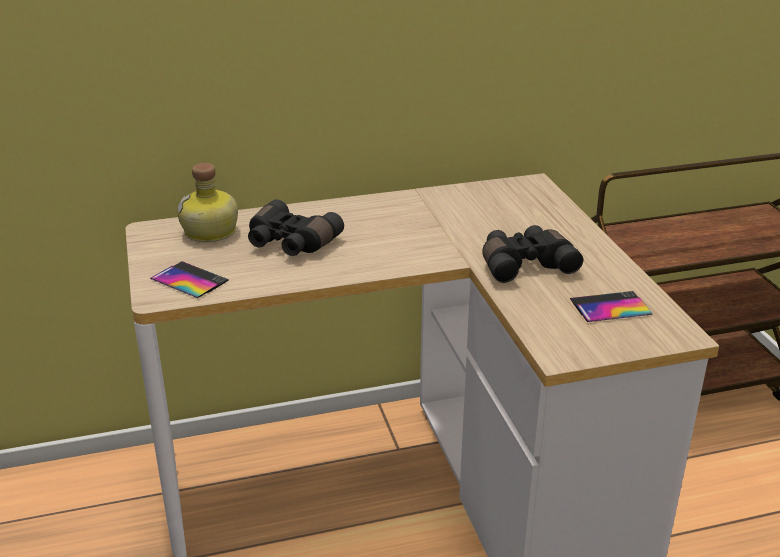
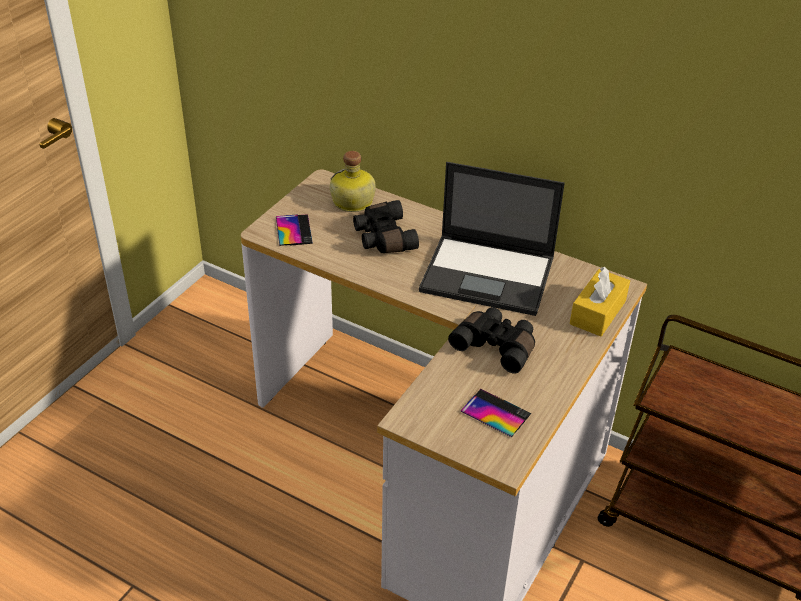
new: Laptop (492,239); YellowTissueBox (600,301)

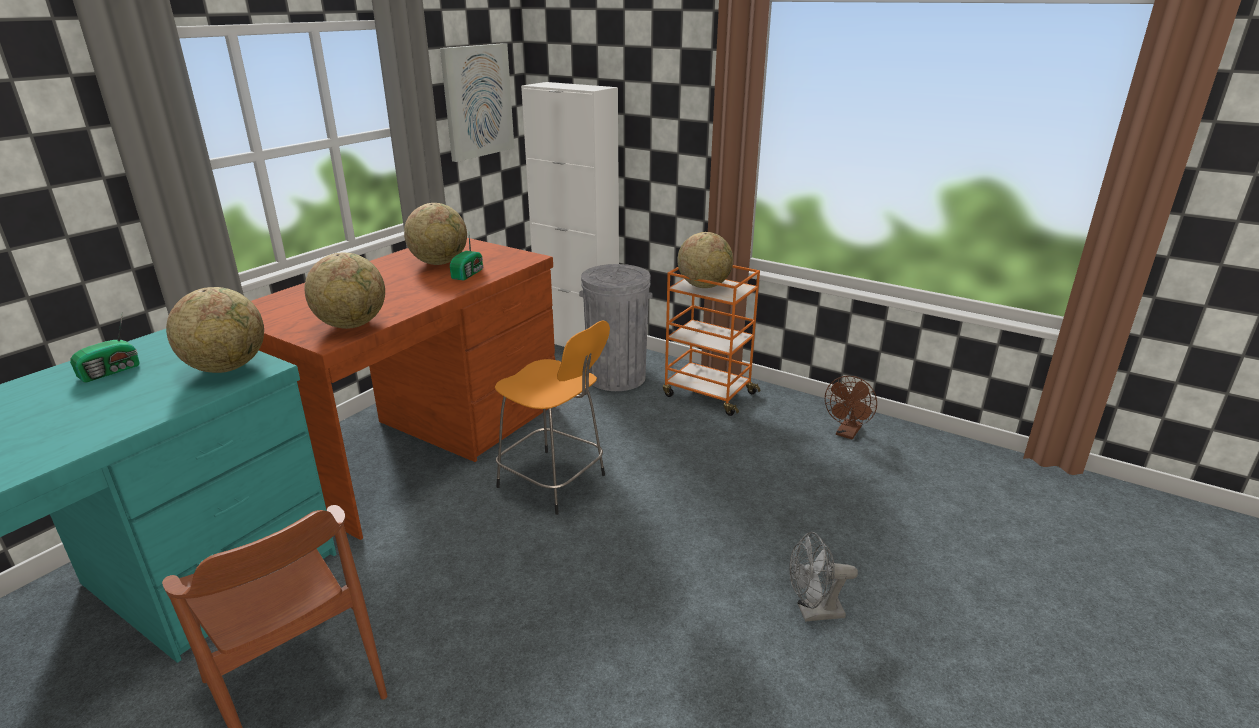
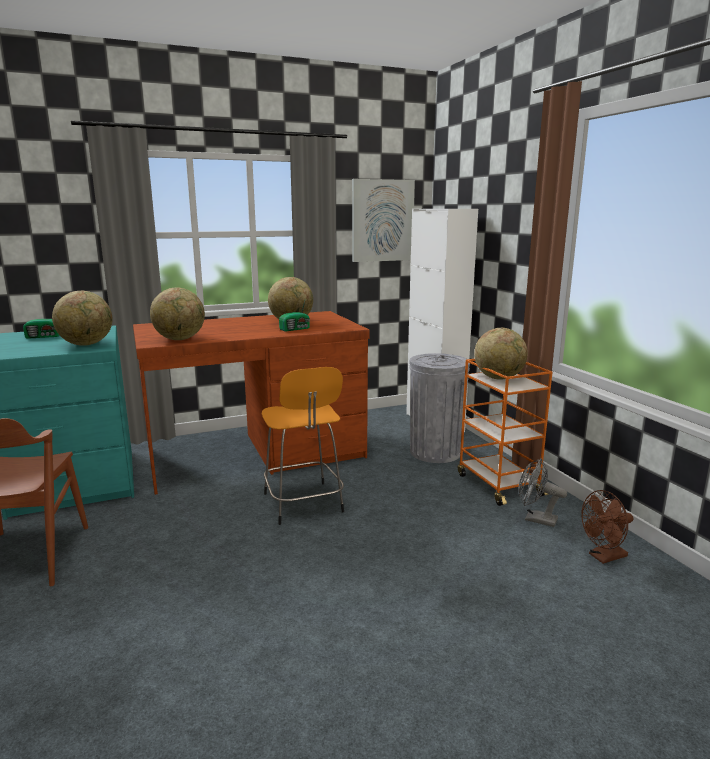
shifted: GreyFan (823,577) to (542,492)

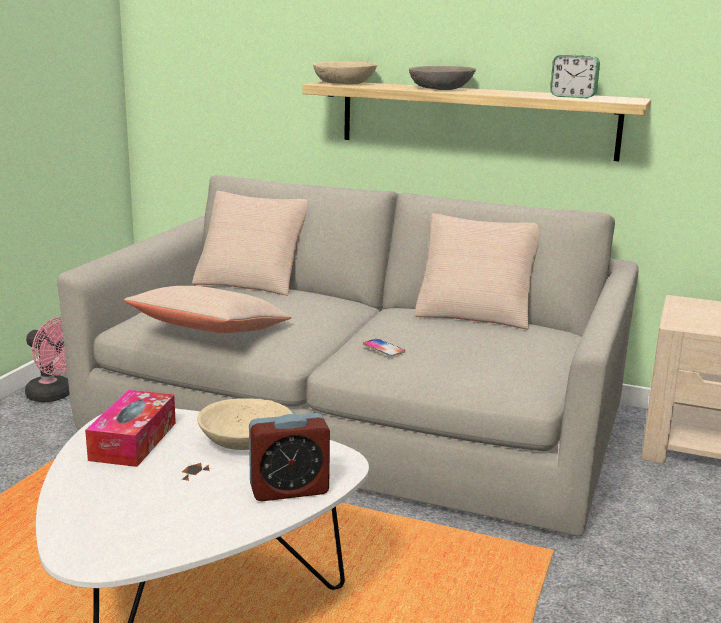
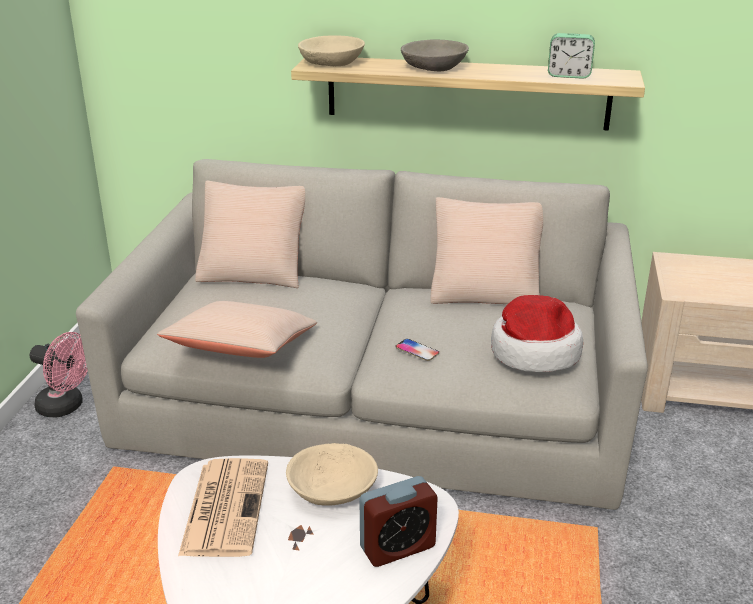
new: Hat (537,333)
swapped: TissueBox (130,428) to Newspaper (223,507)

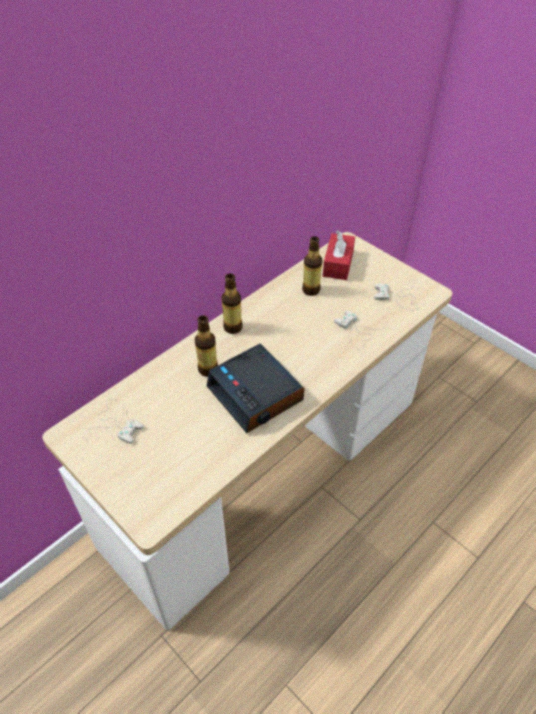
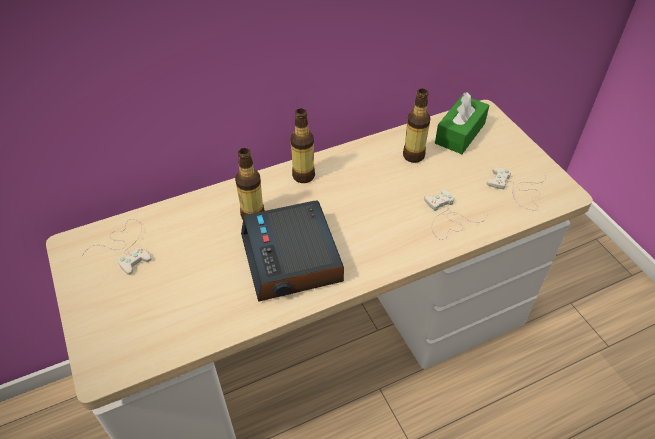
repainted: RedTissueBox (339,255) to GreenTissueBox (462,123)

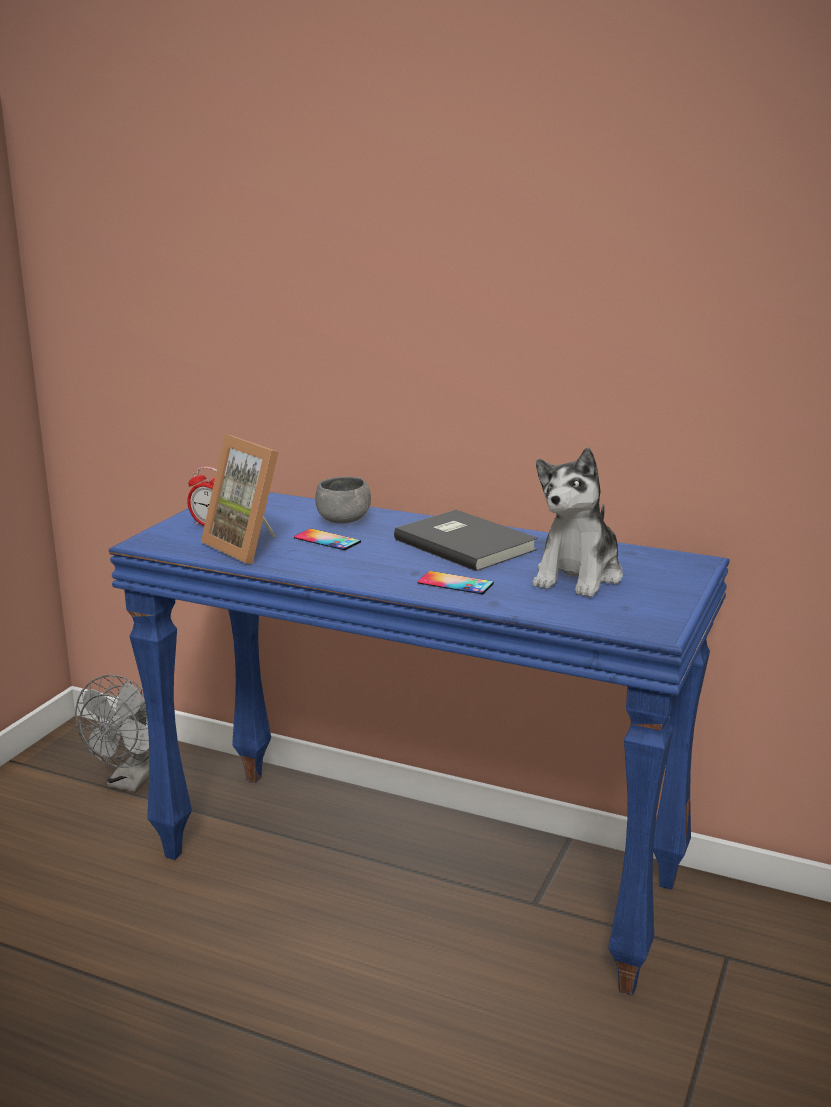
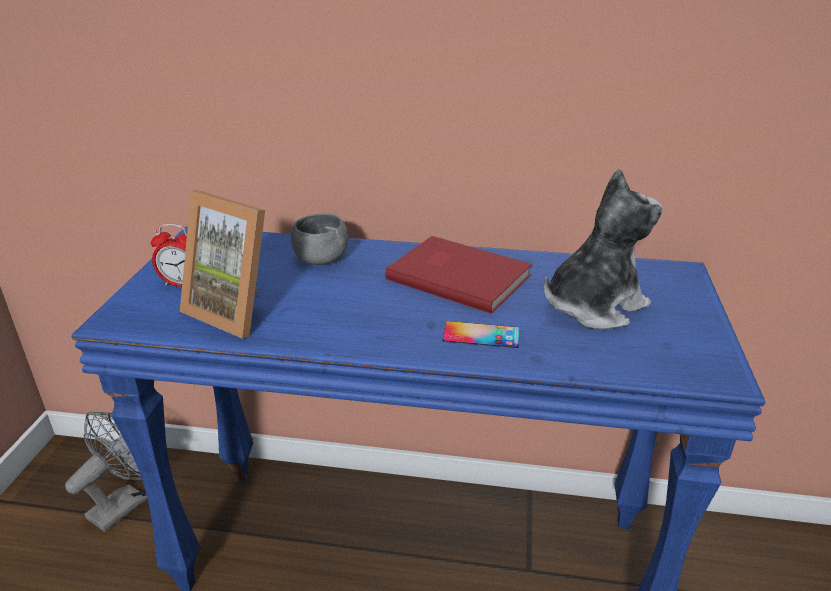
gone: Phone (327,539)
repainted: GreyBook (466,540) to RedBook (458,275)
rotated: GreyFan (112,733) = (106,472) 150 degrees counterclockwise; PlushToy (578,522) = (603,249) 135 degrees counterclockwise

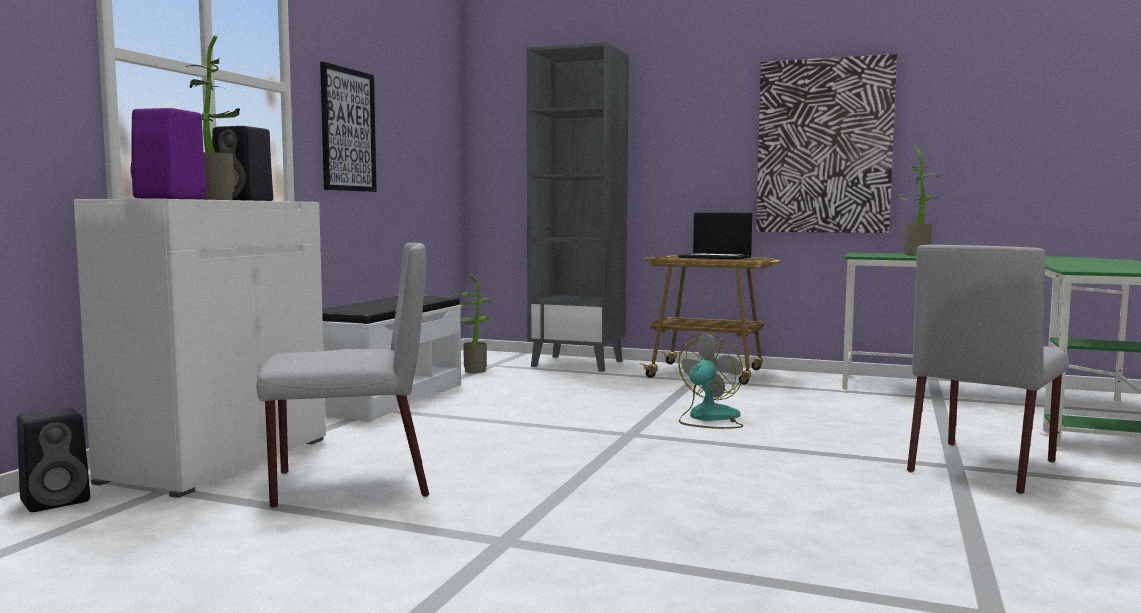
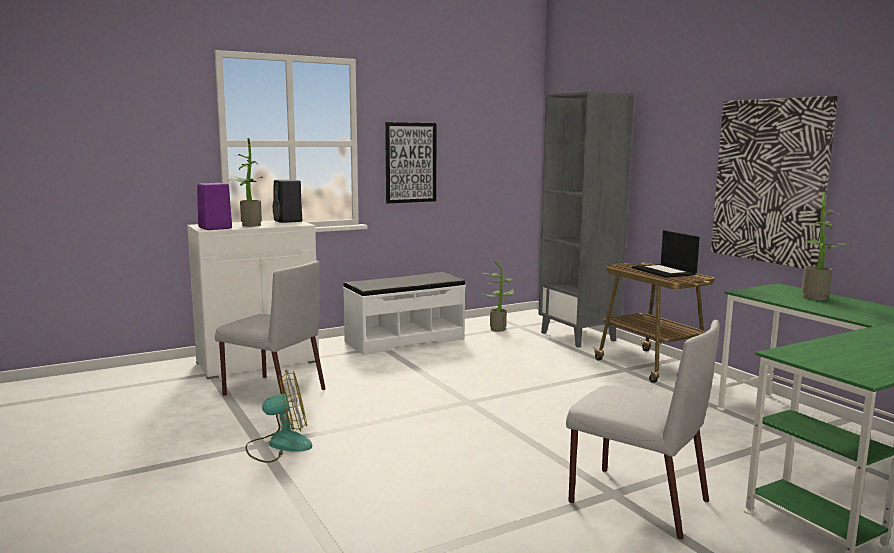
gone: BlackSpeaker (53,459)
shifted: Fan (710,381) to (278,416)
rotated: GreyChair (988,369) = (642,430) 135 degrees counterclockwise

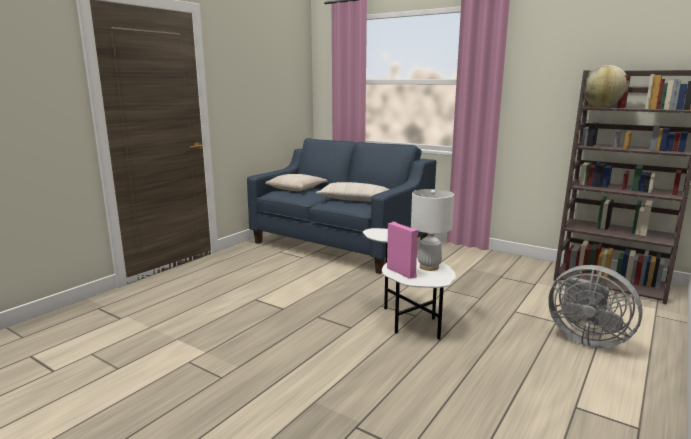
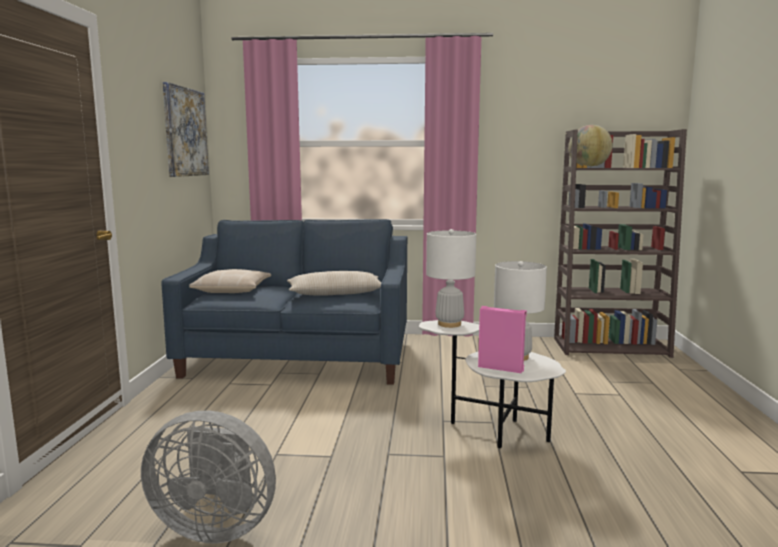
new: Picture (186,129); WhiteTableLamp (451,278)
shifted: GreyFan (595,306) to (208,477)

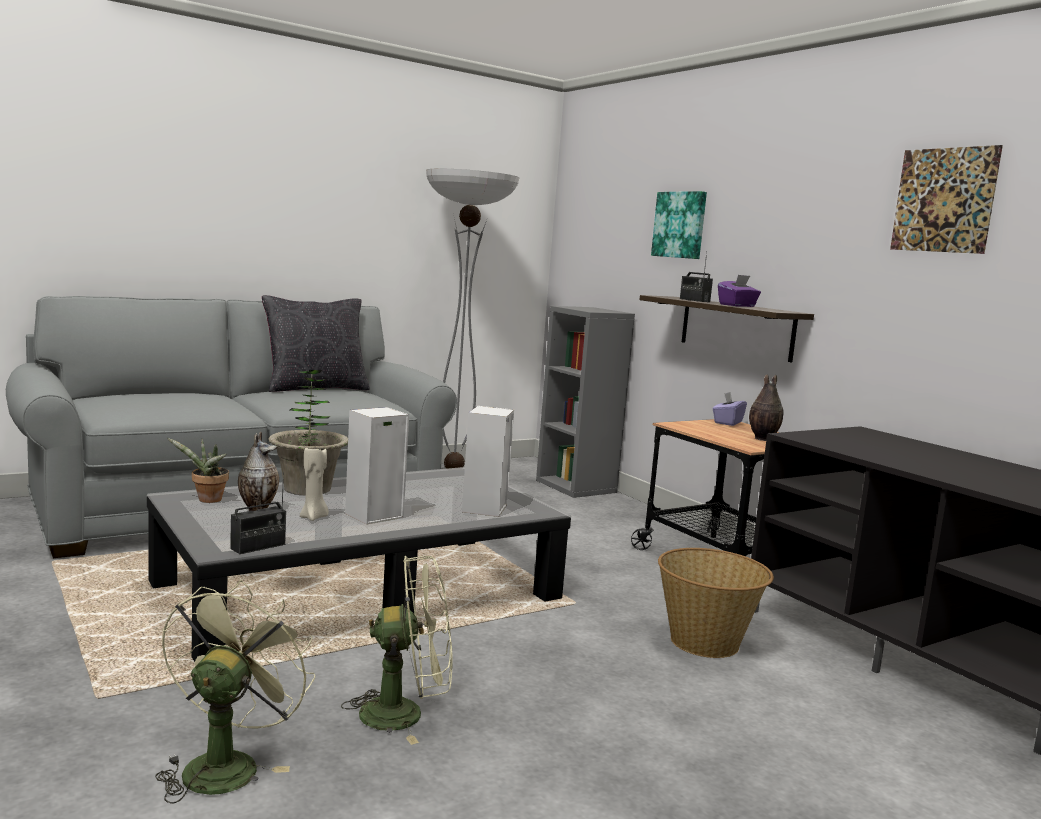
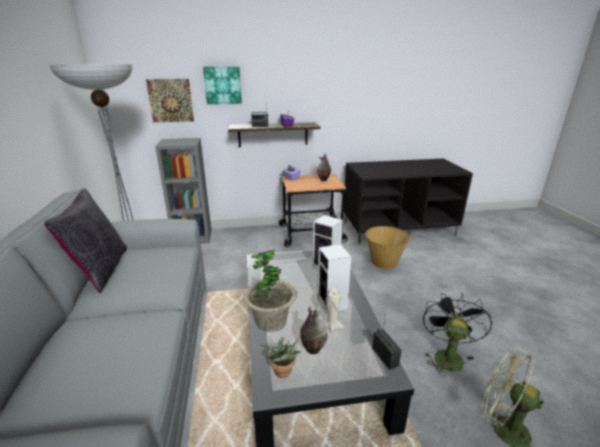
shifted: Picture (946,199) to (170,100)
repainted: GreenFan (396,650) to BlackFan (457,334)

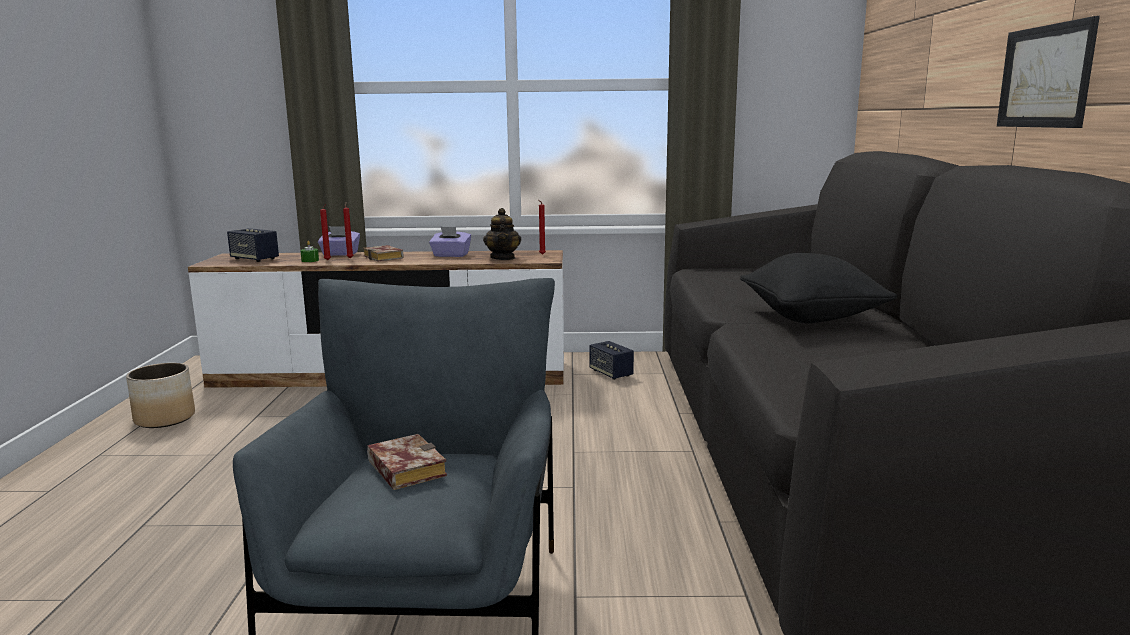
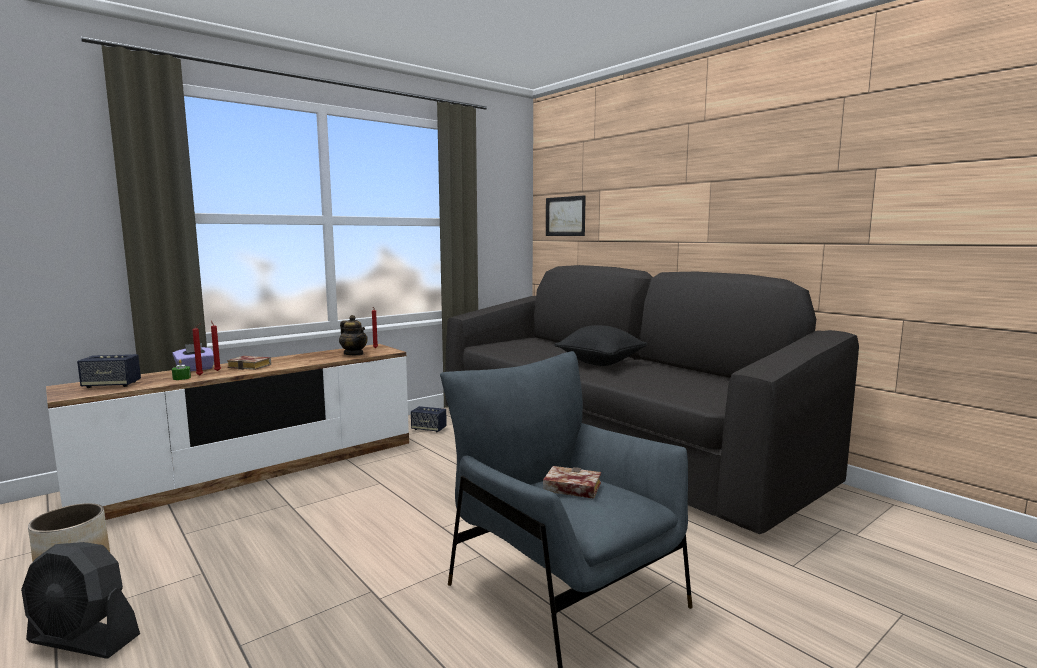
gone: PurpleTissueBox (450,242)
new: BlackFan (80,600)
shifted: Picture (1048,72) to (566,215)

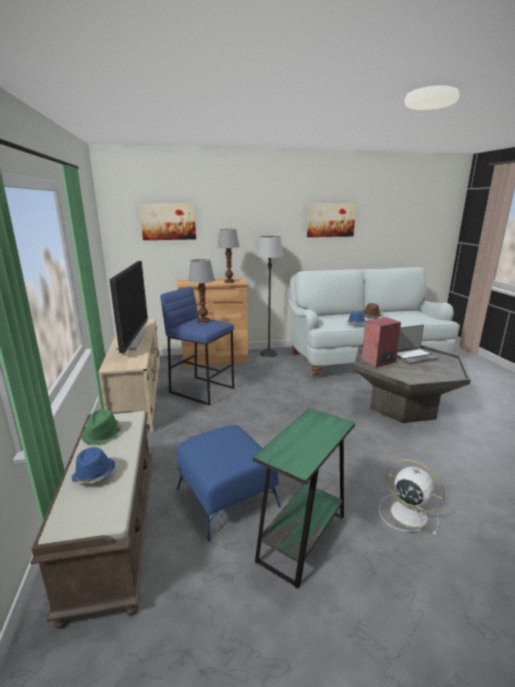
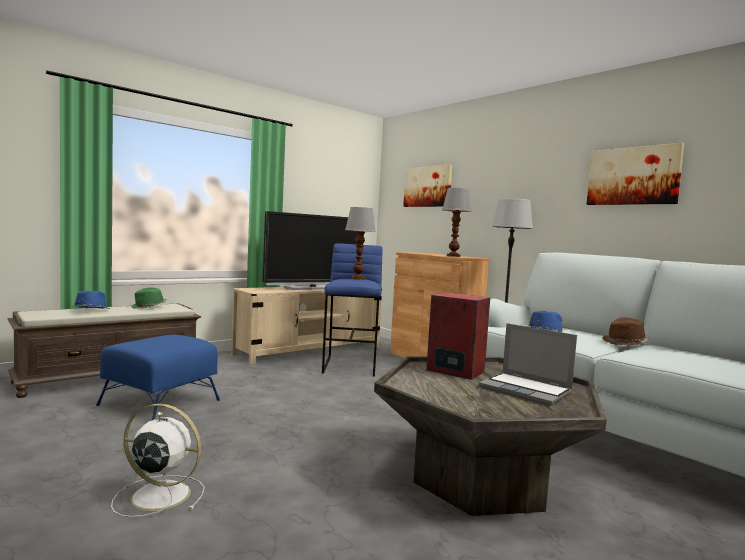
gone: GreenSideTable (304,498)
rotated: WhiteFan (411,497) = (158,460) 90 degrees counterclockwise

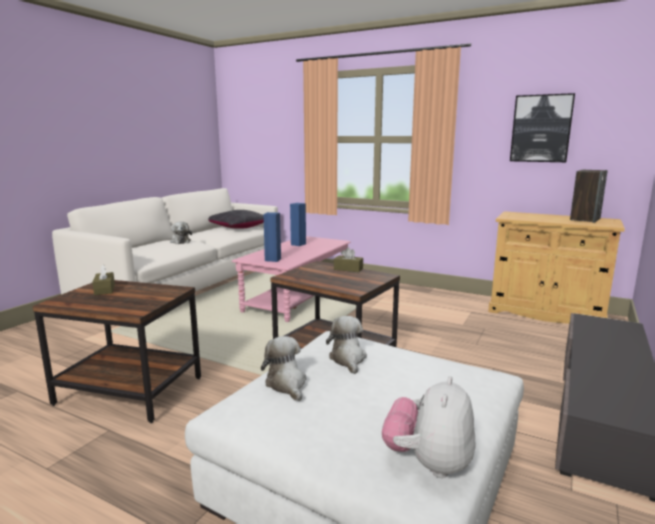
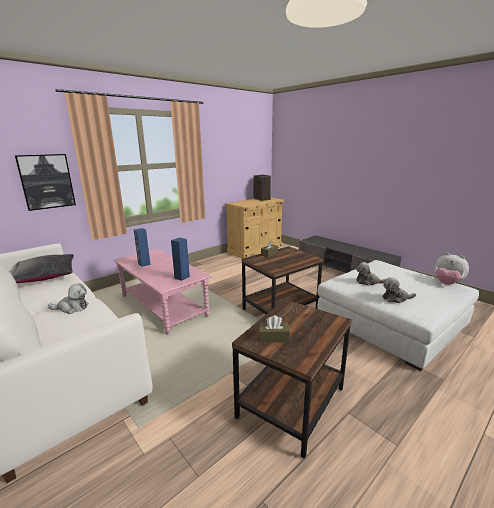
shifted: Picture (542,127) to (45,182)

